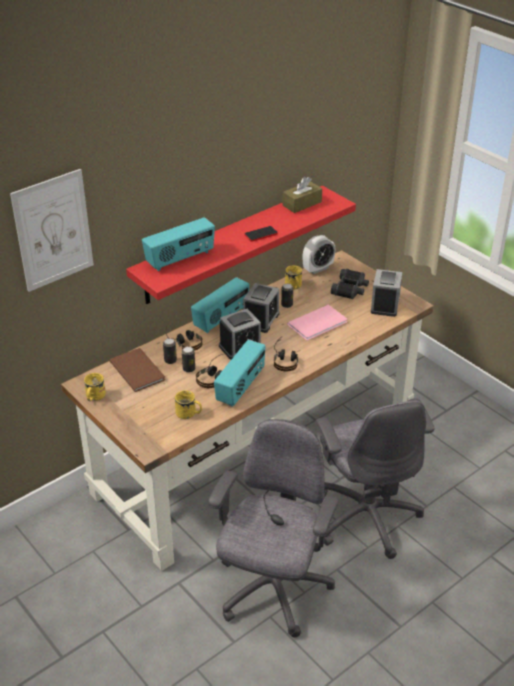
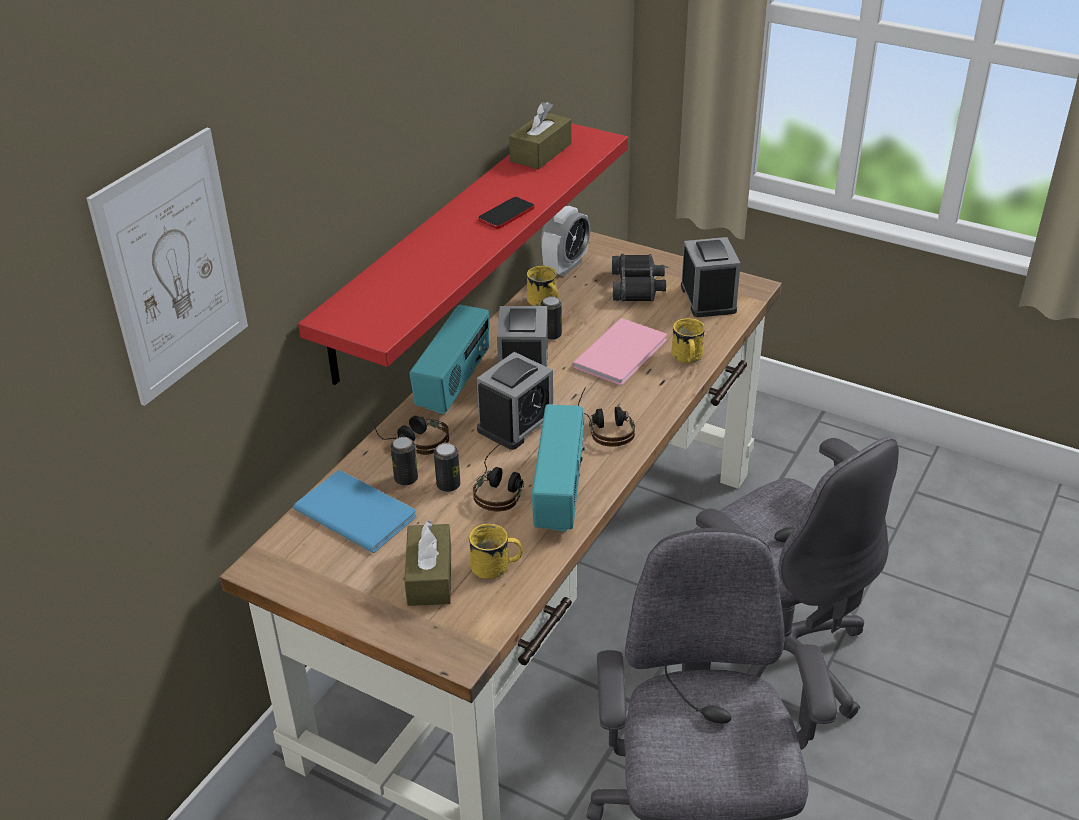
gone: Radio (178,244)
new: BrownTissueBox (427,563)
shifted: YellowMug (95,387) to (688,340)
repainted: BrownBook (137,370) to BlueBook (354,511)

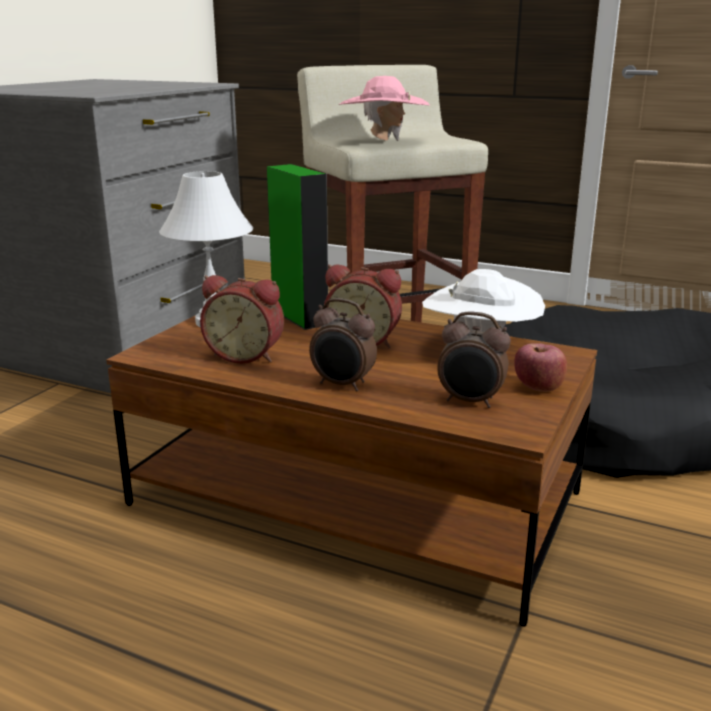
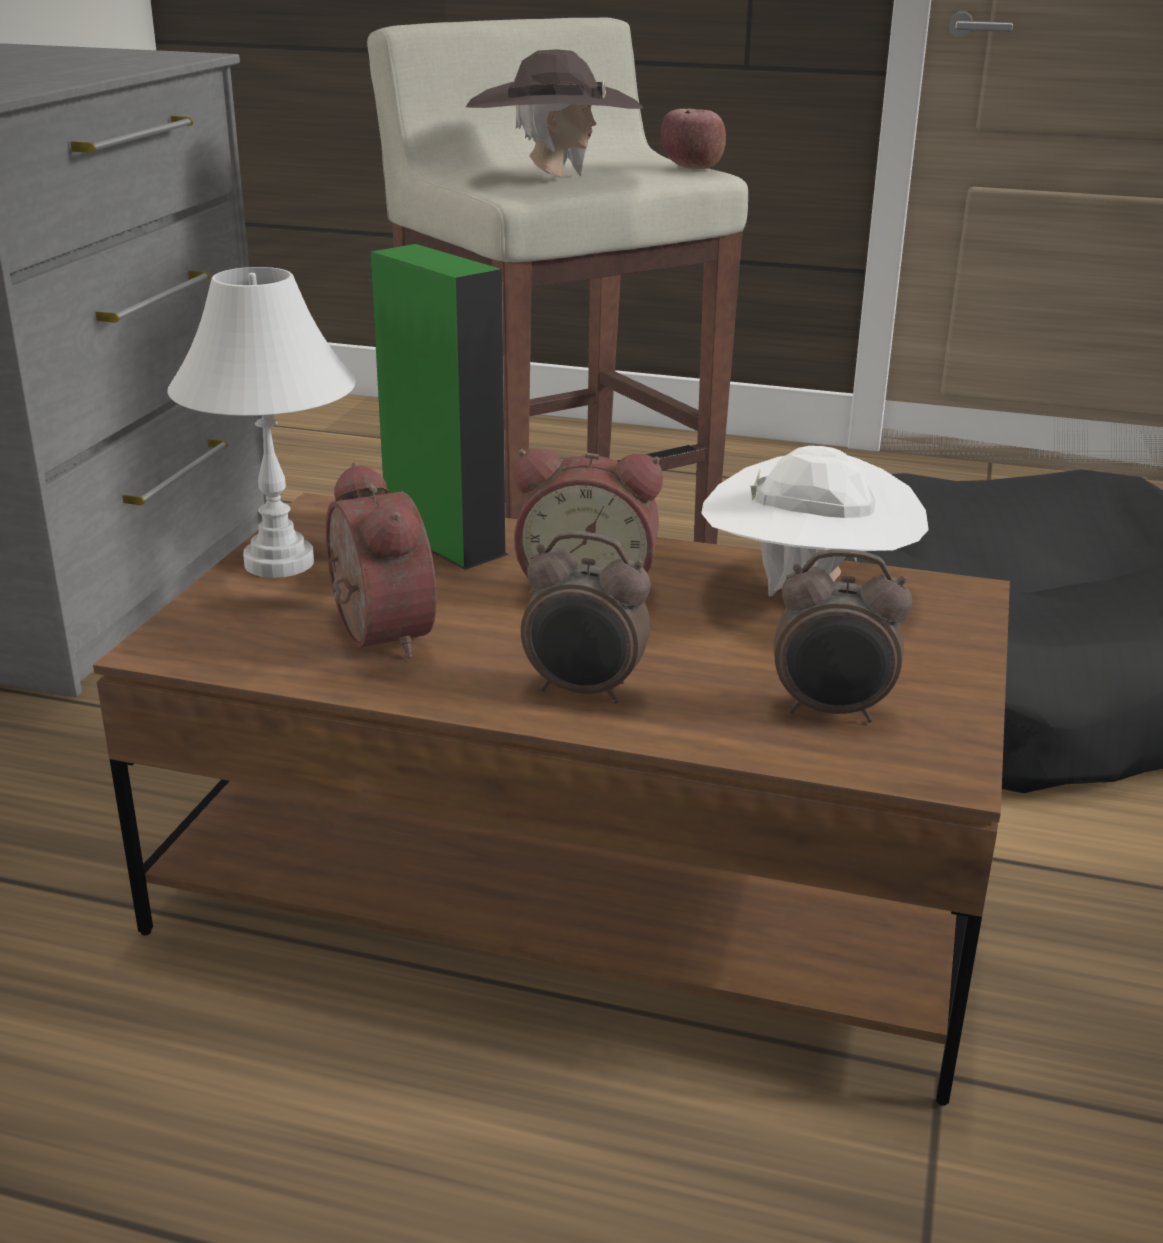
shifted: Apple (540,367) to (693,139)
repainted: PinkHat (384,108) to BrownHat (554,113)
rotated: AlarmClock (242,319) = (381,560) 120 degrees counterclockwise

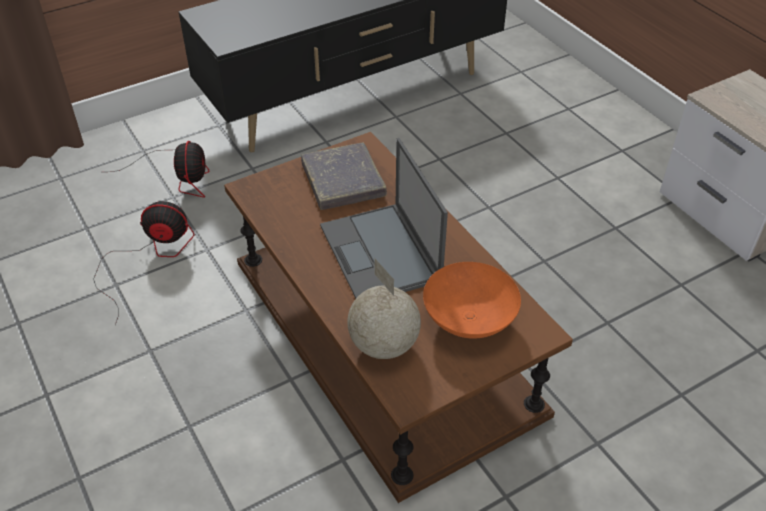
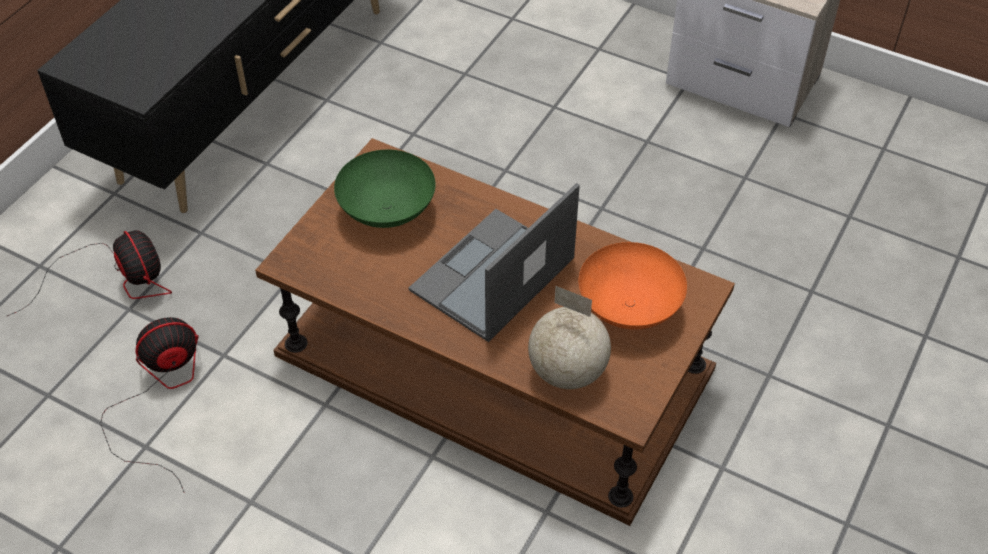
swapped: GreyBook (344,176) to GreenBowl (385,189)
rotated: Laptop (384,218) = (494,262) 90 degrees clockwise

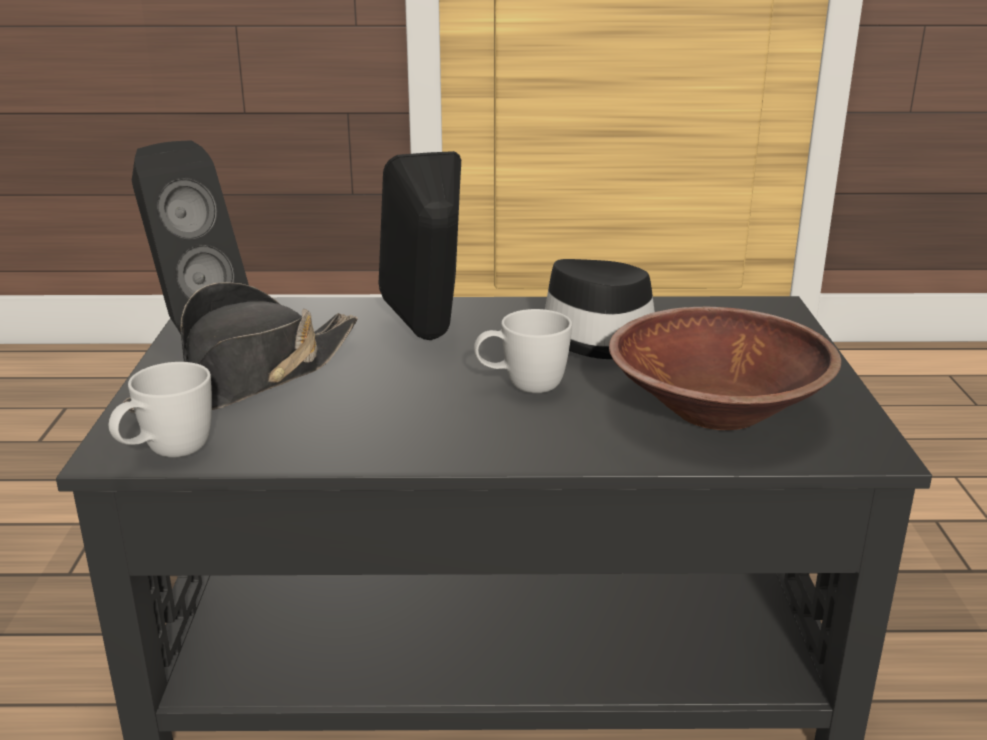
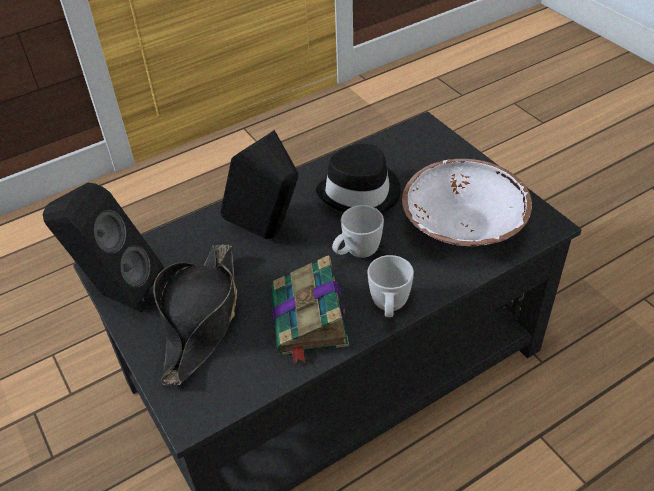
new: Book (310,309)
shifted: WhiteMug (160,410) to (391,286)
repainted: BrownBowl (725,368) to WhiteBowl (467,202)

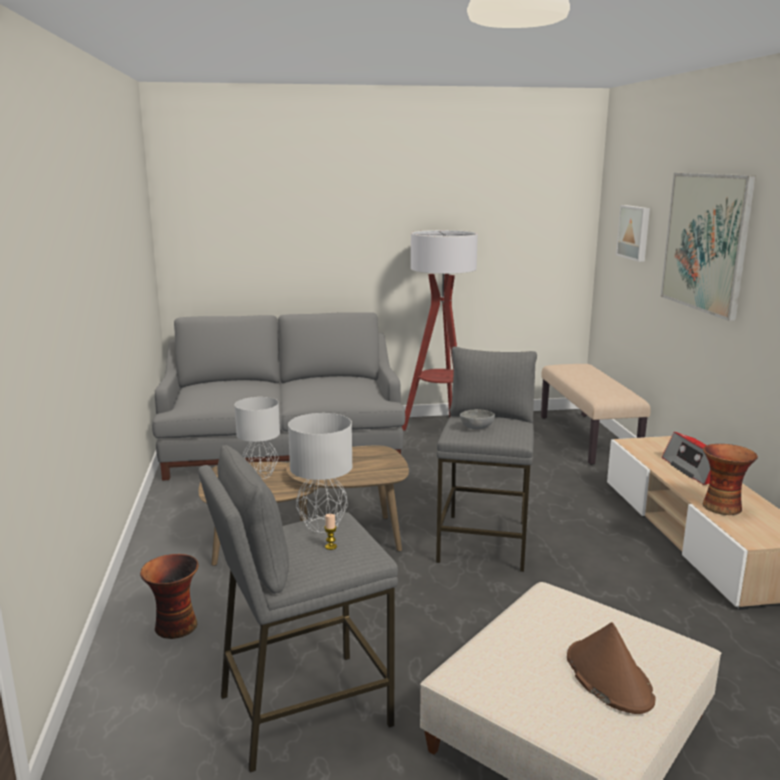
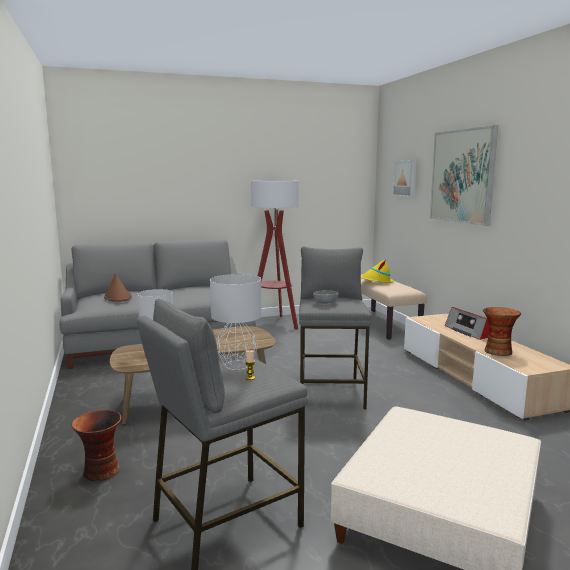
new: YellowHat (377,271)
shifted: BrownHat (611,668) to (118,287)

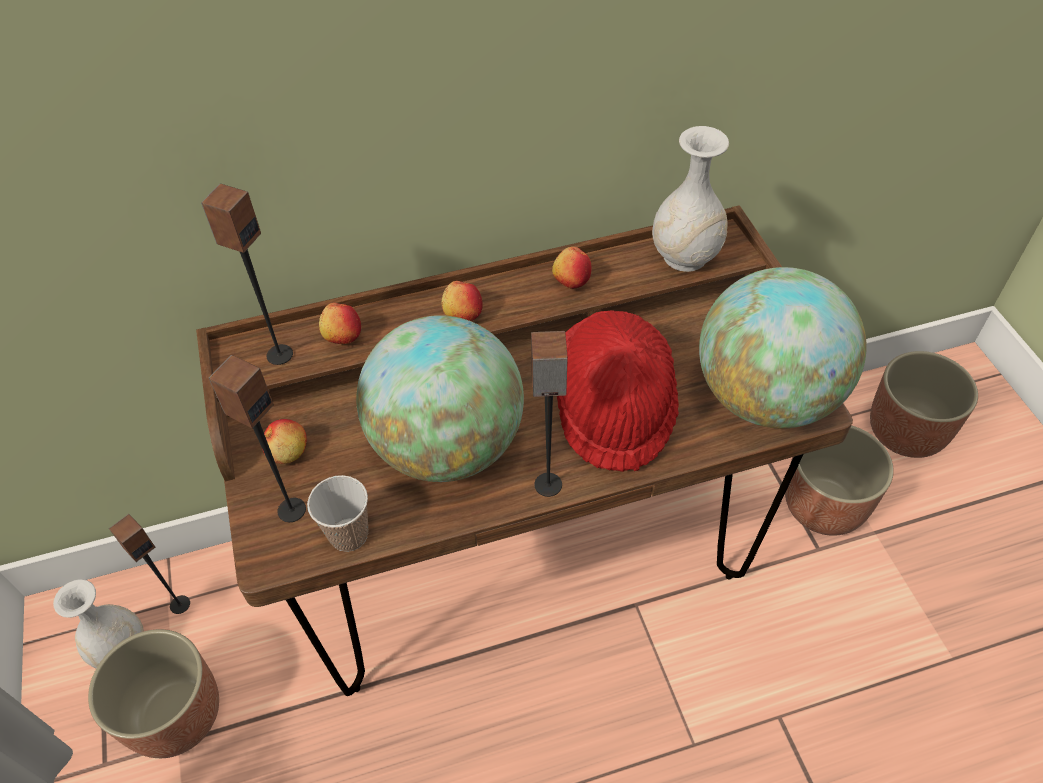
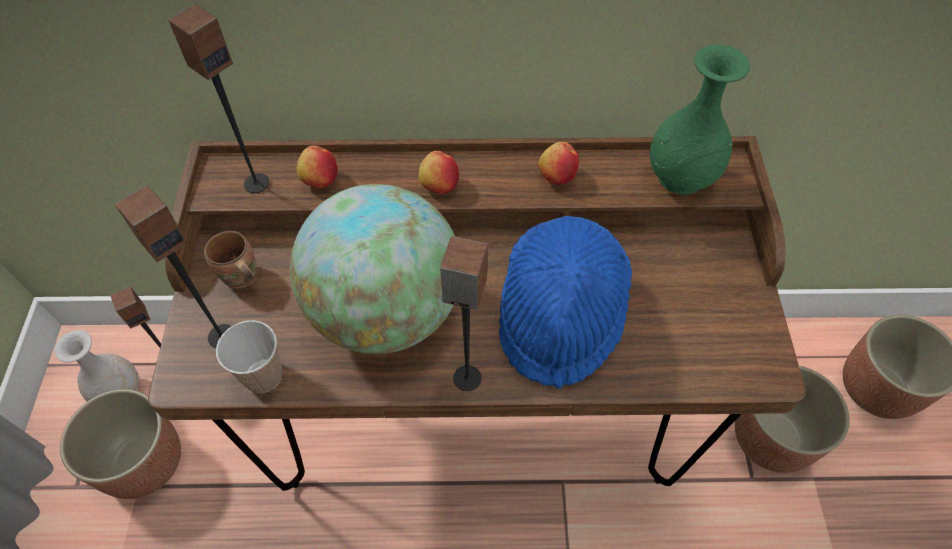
gone: Globe (783,347)
swapped: Apple (284,441) to BrownMug (231,259)
repainted: RedHat (618,391) to BlueHat (565,302); WhiteVase (690,199) to GreenVase (700,119)

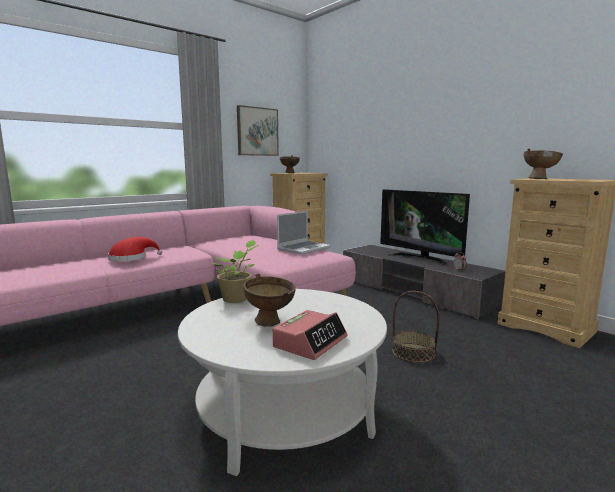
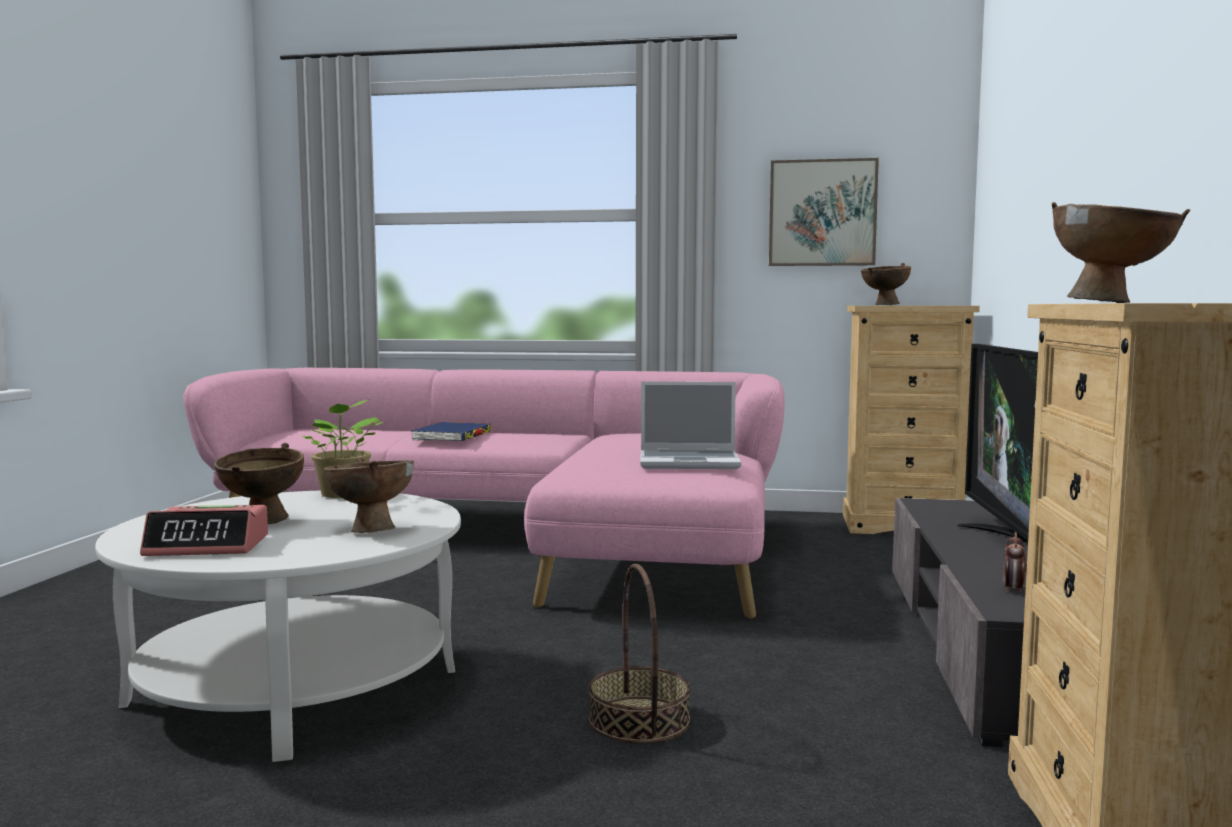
new: BrownBowl (369,495)
swapped: RedHat (135,249) to BlueBook (451,431)

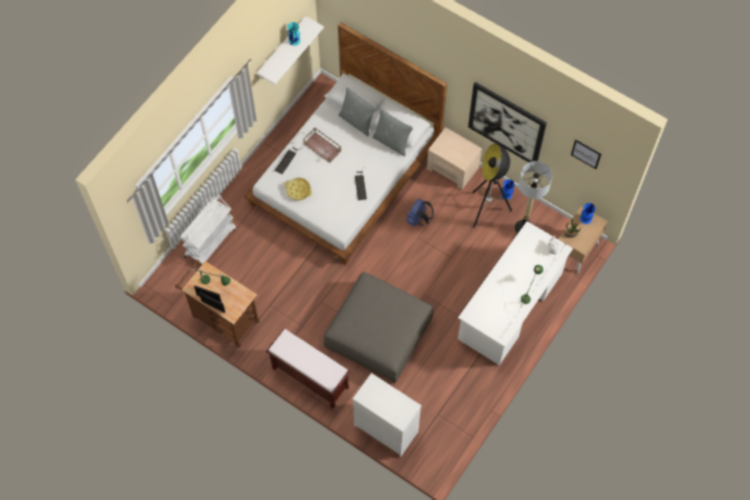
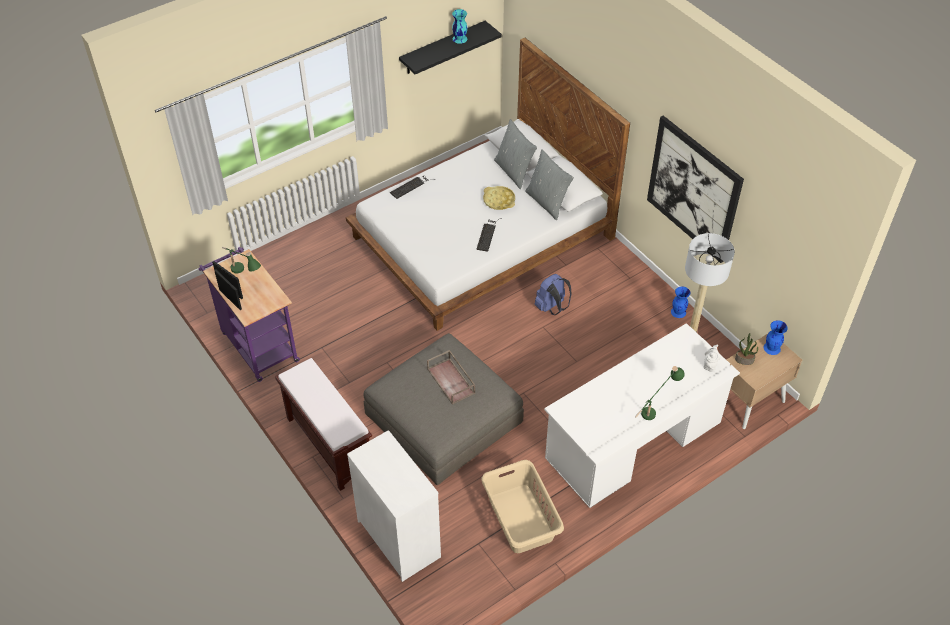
gone: WhiteCart (208,229); BeigeNightstand (454,158); FloorLamp (492,186); Picture (586,154)
new: BeigeLaundryBasket (522,506)
shifted: YellowTray (298,189) to (499,198); BrownTray (322,145) to (451,377)
repainted: BrownCart (217,303) to PurpleCart (249,314); WhiteShelf (290,50) to BlackShelf (450,47)

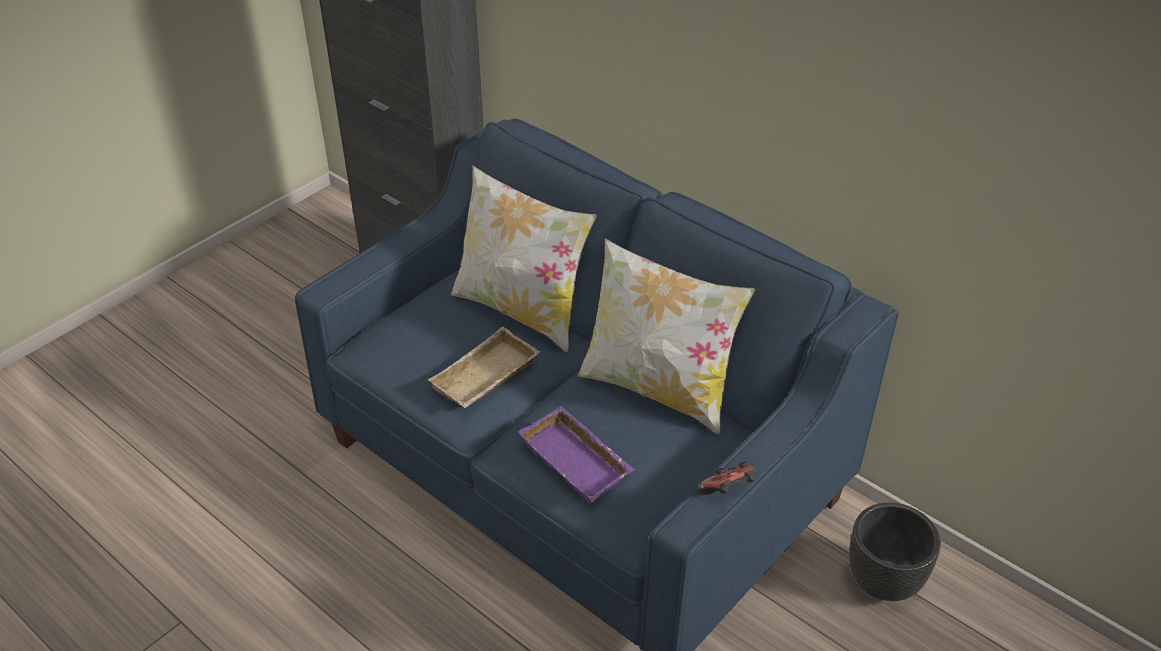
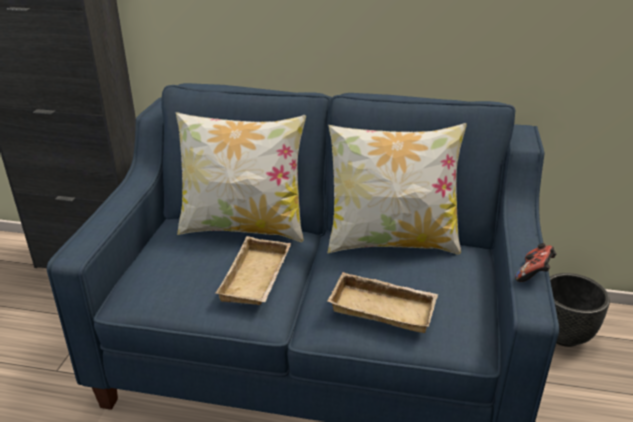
repainted: PurpleTray (576,454) to BeigeTray (382,302)

